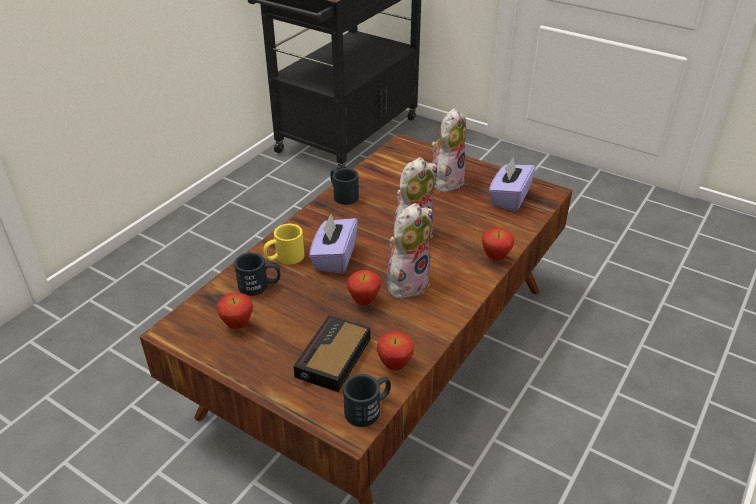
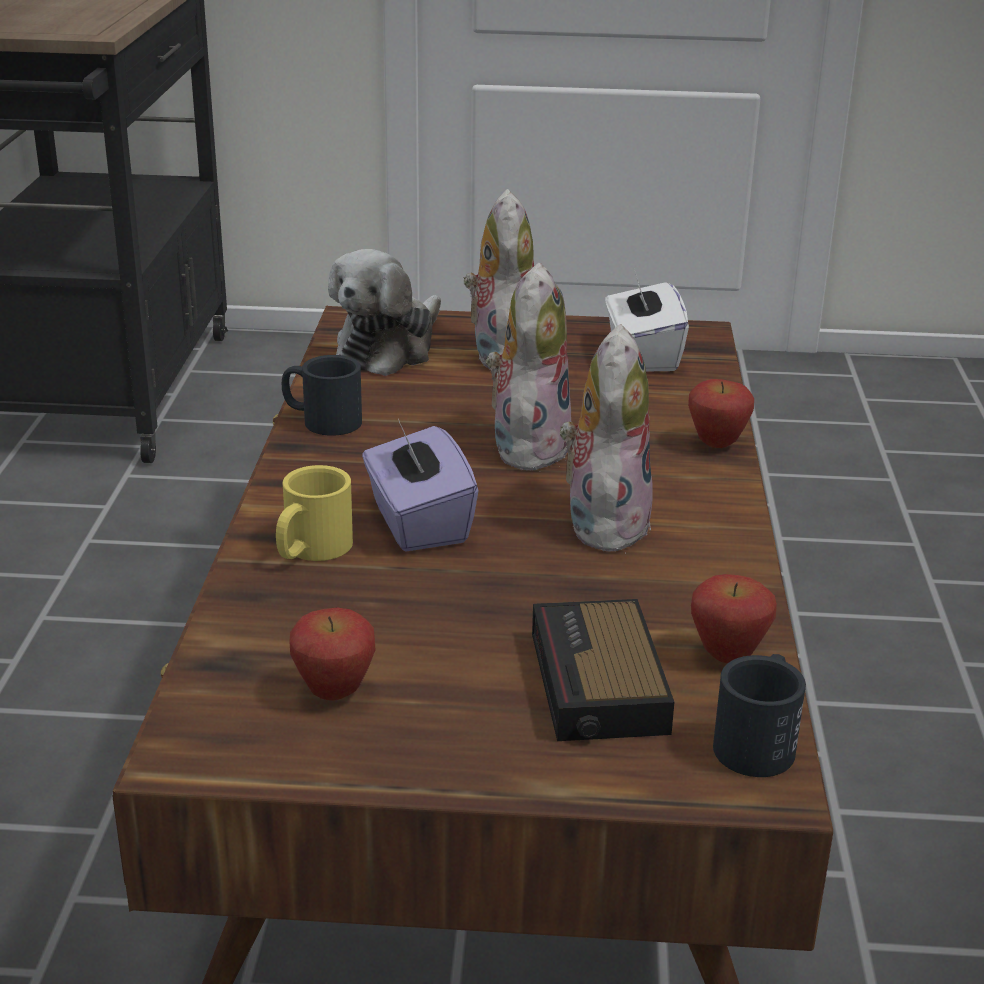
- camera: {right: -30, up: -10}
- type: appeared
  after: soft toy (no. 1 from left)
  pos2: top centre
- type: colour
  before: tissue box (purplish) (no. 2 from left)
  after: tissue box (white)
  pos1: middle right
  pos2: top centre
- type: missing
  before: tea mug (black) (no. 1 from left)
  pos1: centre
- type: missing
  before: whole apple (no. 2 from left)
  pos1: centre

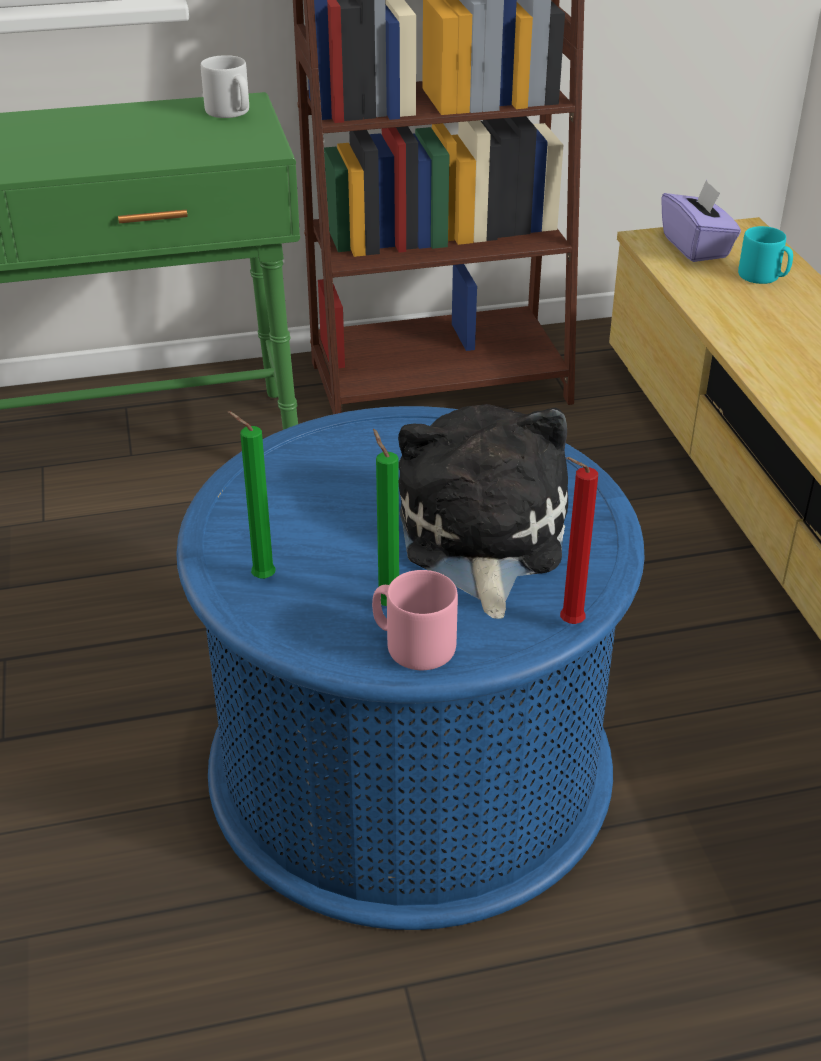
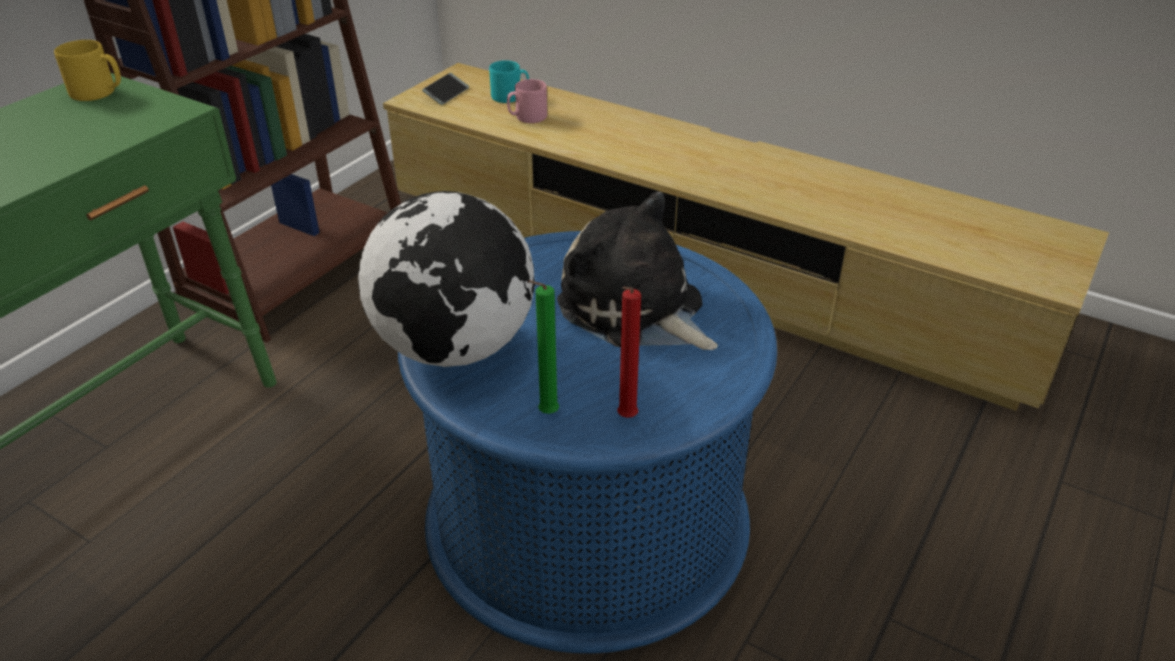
- camera: {right: -45, up: 0}
- type: colour
  before: tea mug (gray)
  after: tea mug (yellow-coloured)
  pos1: top left
  pos2: top left
- type: appeared
  after: world globe
  pos2: centre
- type: exchanged
  before: tissue box (purplish)
  after: phone
  pos1: top right
  pos2: top centre
- type: relocated
  before: tea mug (pink)
  pos1: centre
  pos2: top centre
- type: relocated
  before: wax candle (red)
  pos1: middle right
  pos2: centre
- type: missing
  before: wax candle (green) (no. 2 from left)
  pos1: centre

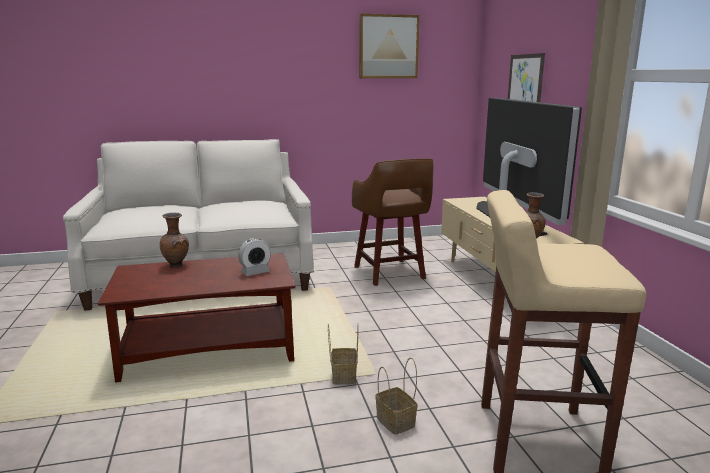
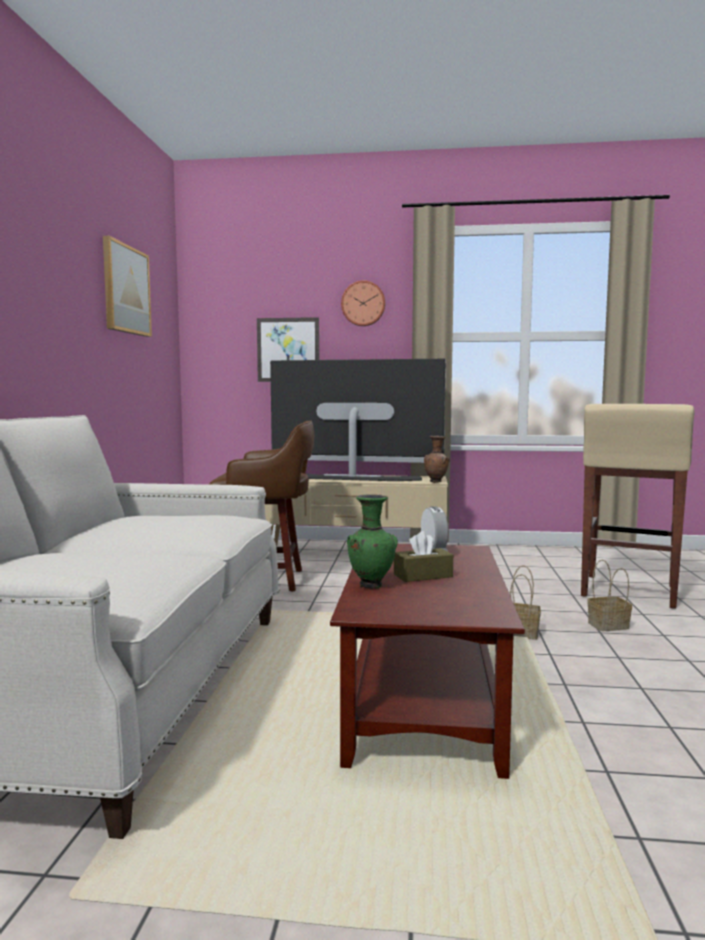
- camera: {right: -70, up: -10}
- type: appeared
  after: wall clock
  pos2: top centre
- type: colour
  before: flower vase (brown) (no. 1 from left)
  after: flower vase (green)
  pos1: middle left
  pos2: centre
- type: appeared
  after: tissue box (brown)
  pos2: centre

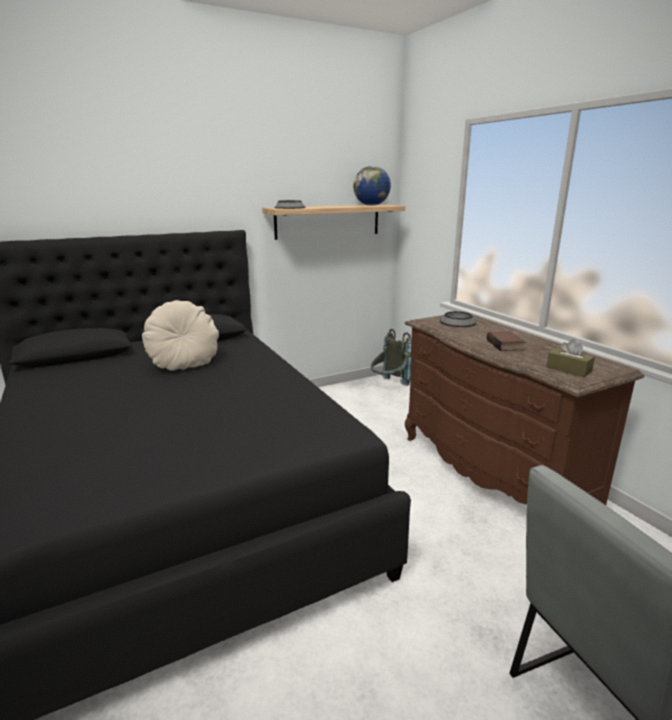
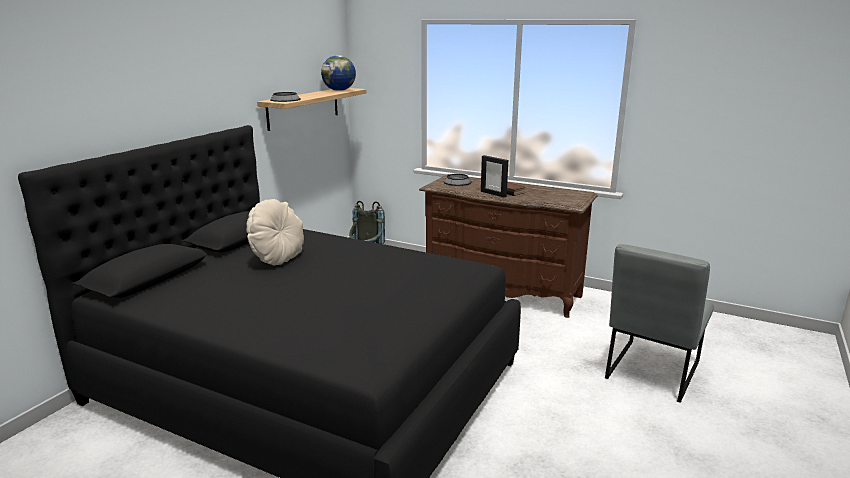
- camera: {right: -35, up: 0}
- type: appeared
  after: standing frame
  pos2: centre
- type: missing
  before: tissue box (brown)
  pos1: middle right

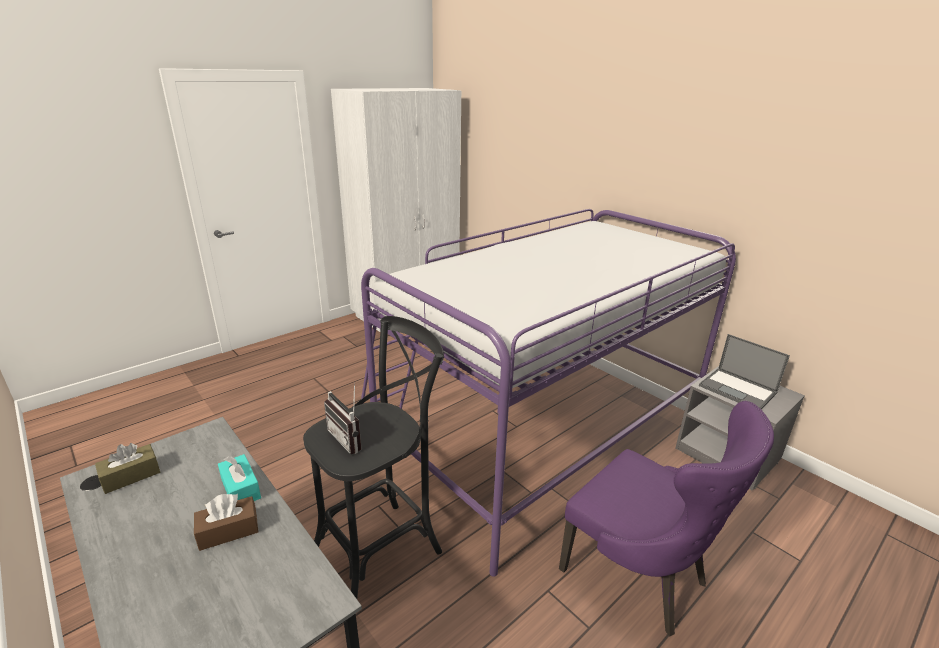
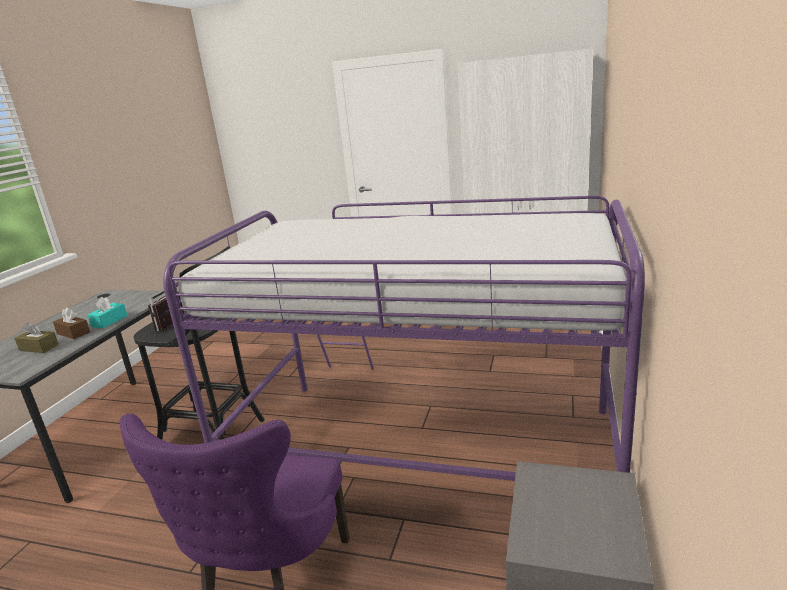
- camera: {right: 60, up: -5}
- type: relocated
  before: tissue box (brown) (no. 1 from left)
  pos1: bottom left
  pos2: middle left
- type: missing
  before: portable computer
  pos1: middle right

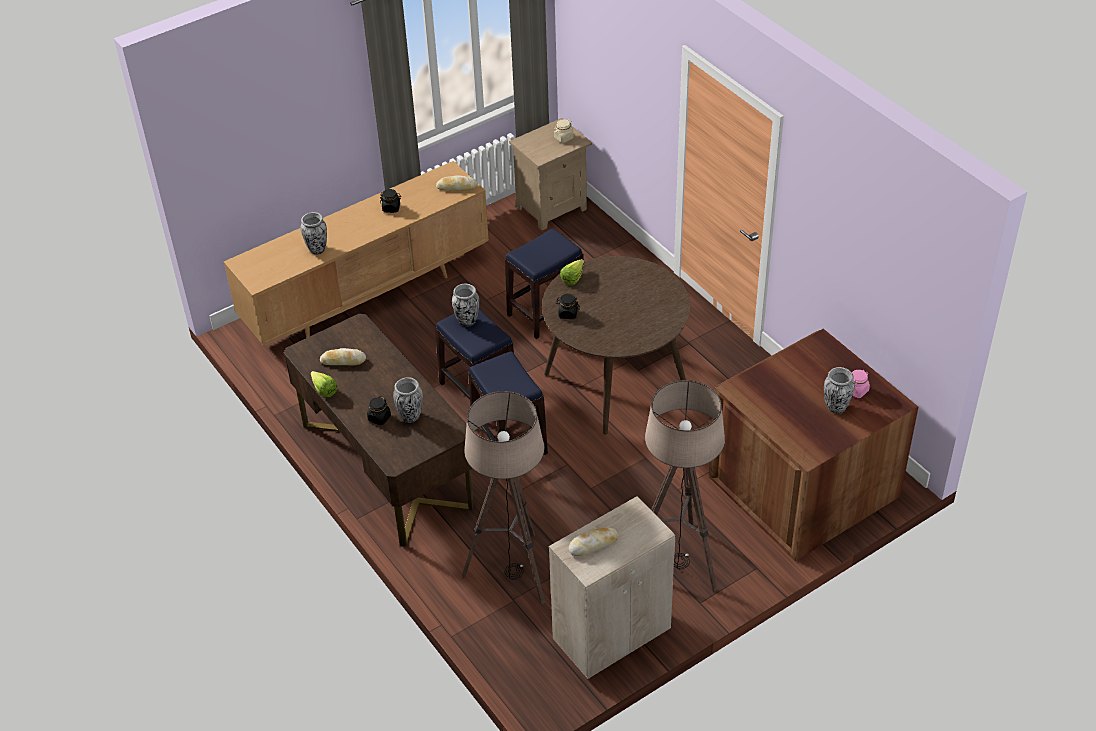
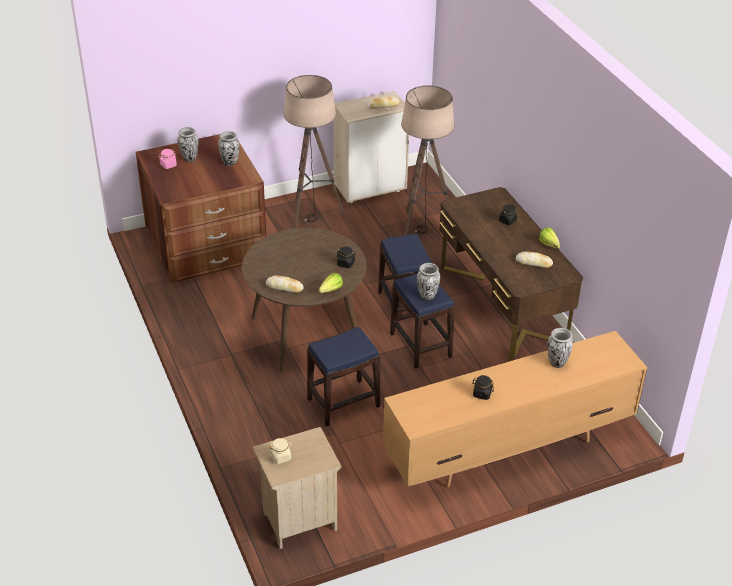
- camera: {right: -170, up: -5}
- type: relocated
  before: flower vase (no. 2 from left)
  pos1: centre
  pos2: top left
- type: relocated
  before: bakery bread (no. 2 from left in the first image)
  after: bakery bread (no. 1 from left)
  pos1: top centre
  pos2: centre

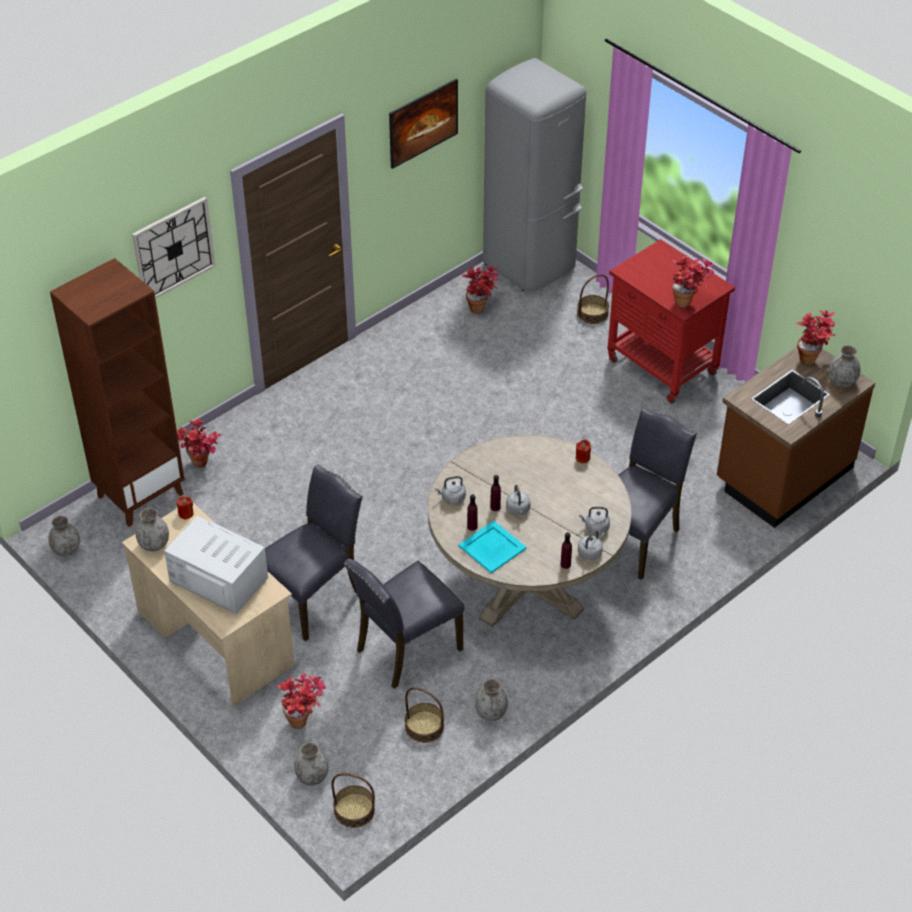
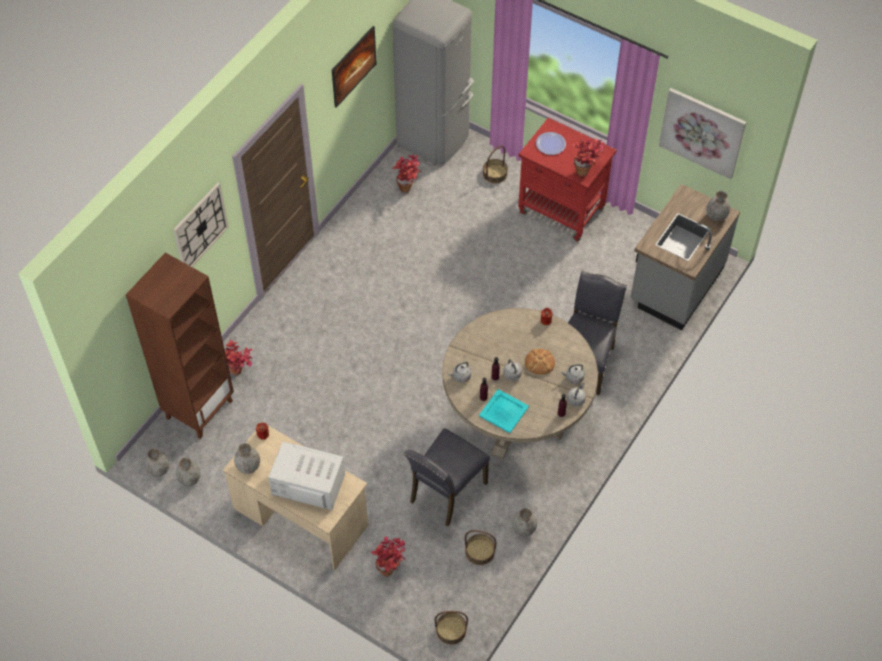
- camera: {right: -15, up: 10}
- type: relocated
  before: flower vase (gray) (no. 3 from left in the first image)
  after: flower vase (gray) (no. 2 from left)
  pos1: bottom centre
  pos2: bottom left
- type: appeared
  after: bakery bread
  pos2: centre
- type: appeared
  after: plate
  pos2: top centre
- type: colour
  before: kitchen base unit (brown)
  after: kitchen base unit (gray)
  pos1: middle right
  pos2: middle right
- type: appeared
  after: picture (no. 2 from left)
  pos2: top right
- type: missing
  before: plain chair (gray) (no. 1 from left)
  pos1: centre
- type: missing
  before: plant in a pot (no. 5 from left)
  pos1: middle right

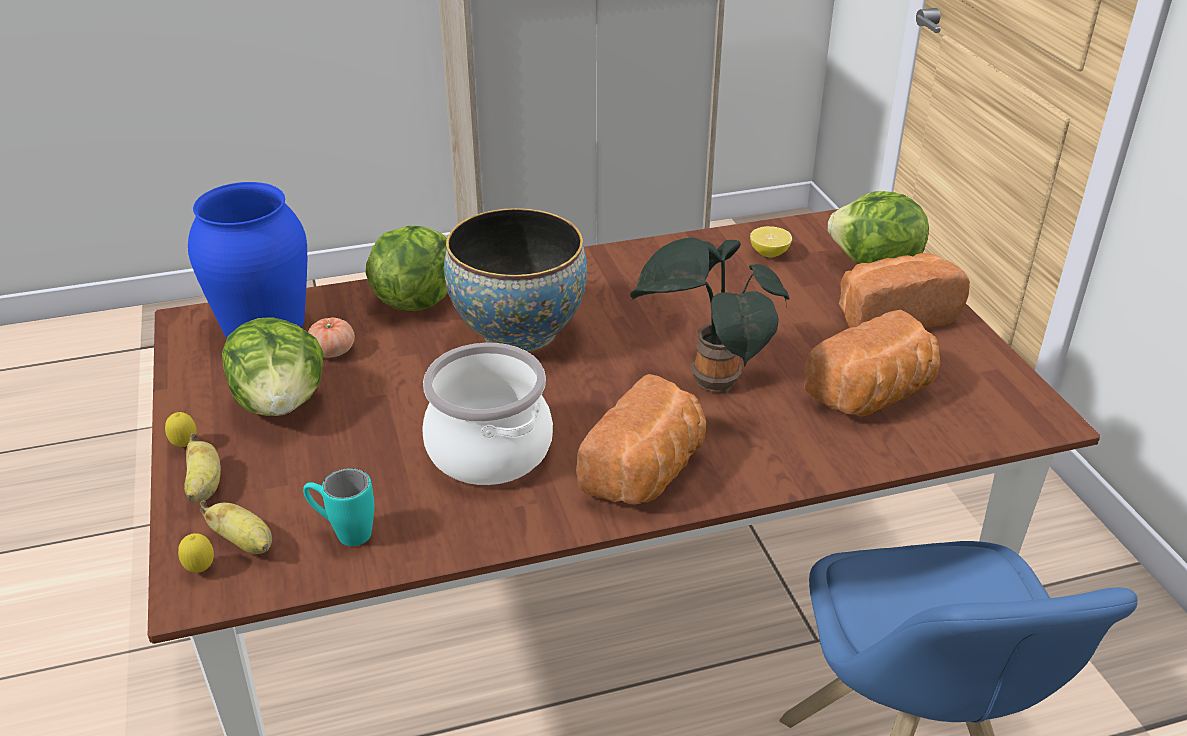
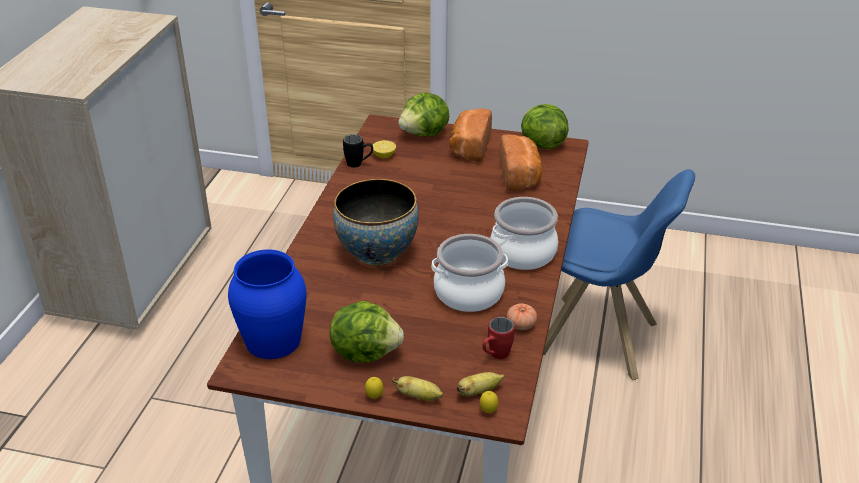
- camera: {right: -60, up: 0}
- type: appeared
  after: tea mug (black)
  pos2: top centre
- type: colour
  before: tea mug (turquoise)
  after: tea mug (red)
  pos1: bottom left
  pos2: bottom centre
- type: exchanged
  before: bakery bread (no. 1 from left)
  after: stockpot (no. 2 from left)
  pos1: centre
  pos2: centre
- type: relocated
  before: whole tomato
  pos1: middle left
  pos2: centre
- type: relocated
  before: lettuce (no. 2 from left in the first image)
  after: lettuce (no. 3 from left)
  pos1: centre
  pos2: top centre
- type: missing
  before: plant in a pot
  pos1: centre

